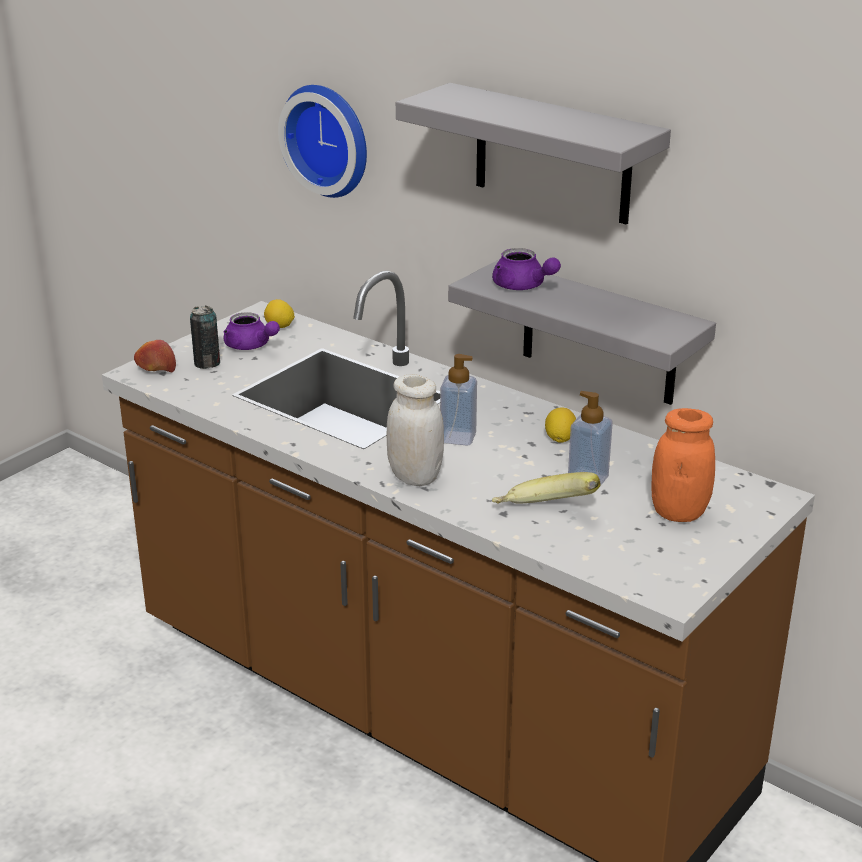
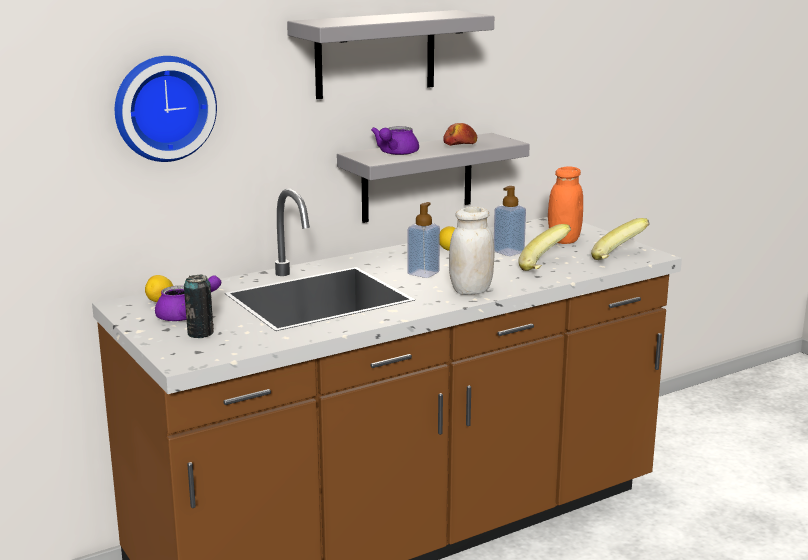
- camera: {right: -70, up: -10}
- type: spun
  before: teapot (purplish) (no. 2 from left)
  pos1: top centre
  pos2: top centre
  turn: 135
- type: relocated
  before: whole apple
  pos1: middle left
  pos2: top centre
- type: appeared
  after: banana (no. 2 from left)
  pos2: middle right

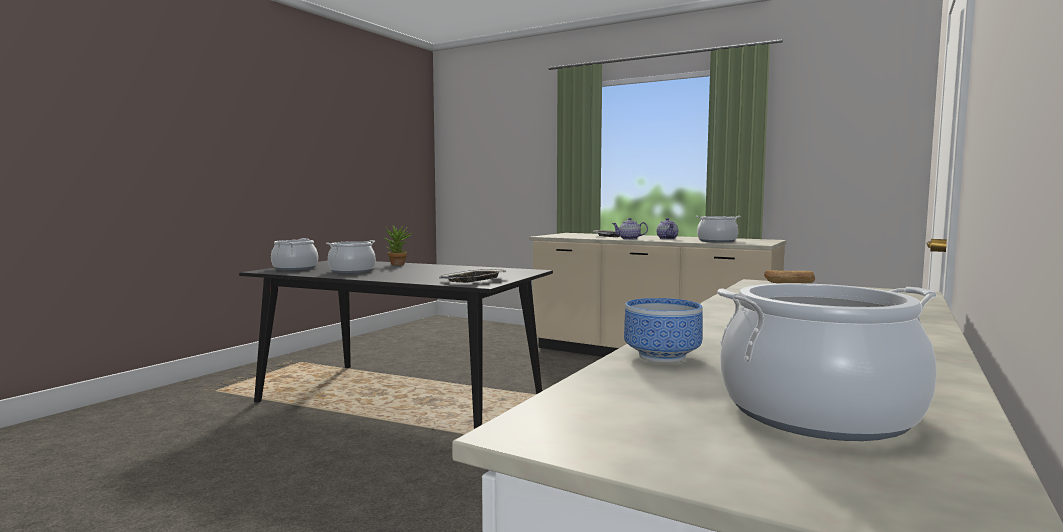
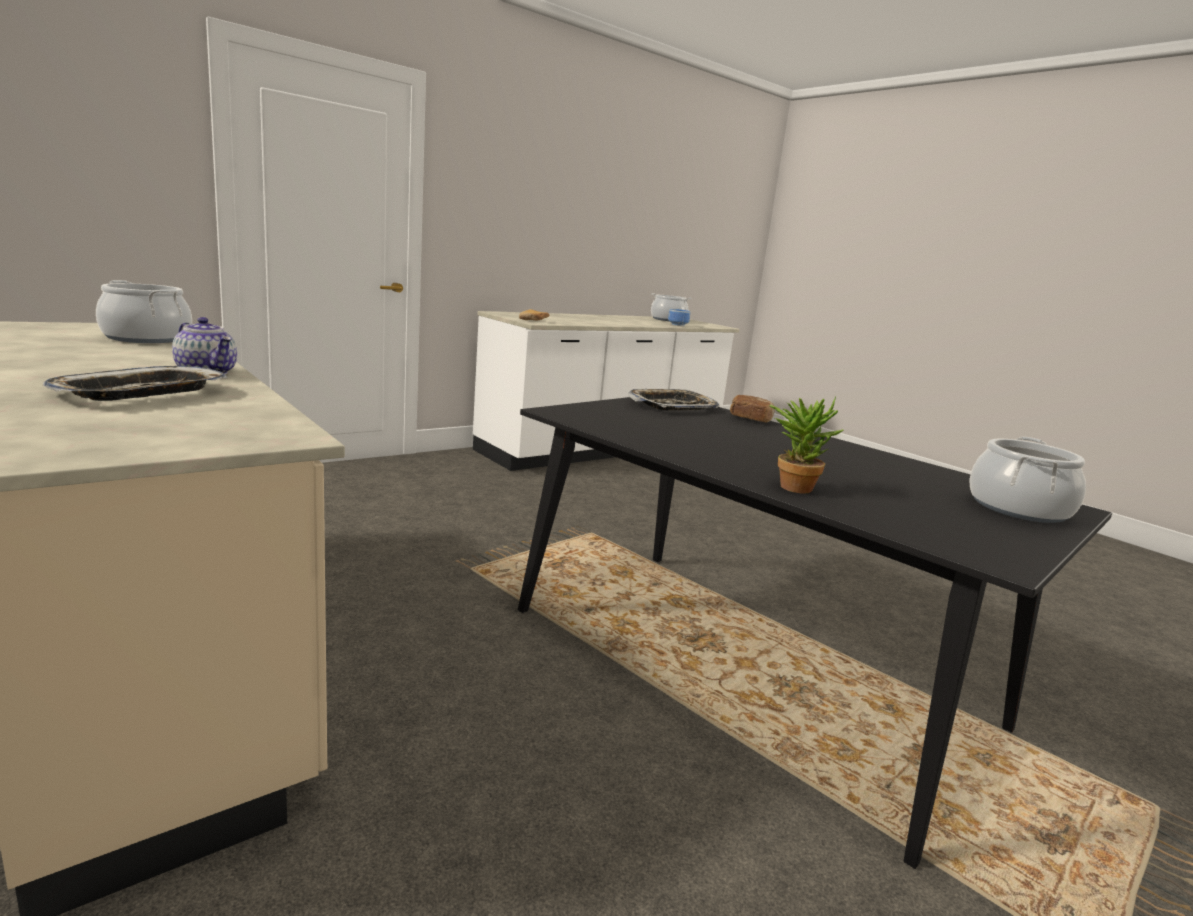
- camera: {right: -160, up: 10}
- type: appeared
  after: bakery bread (no. 2 from left)
  pos2: centre
- type: missing
  before: stockpot (no. 2 from left)
  pos1: middle left
- type: missing
  before: teapot (no. 2 from left)
  pos1: centre

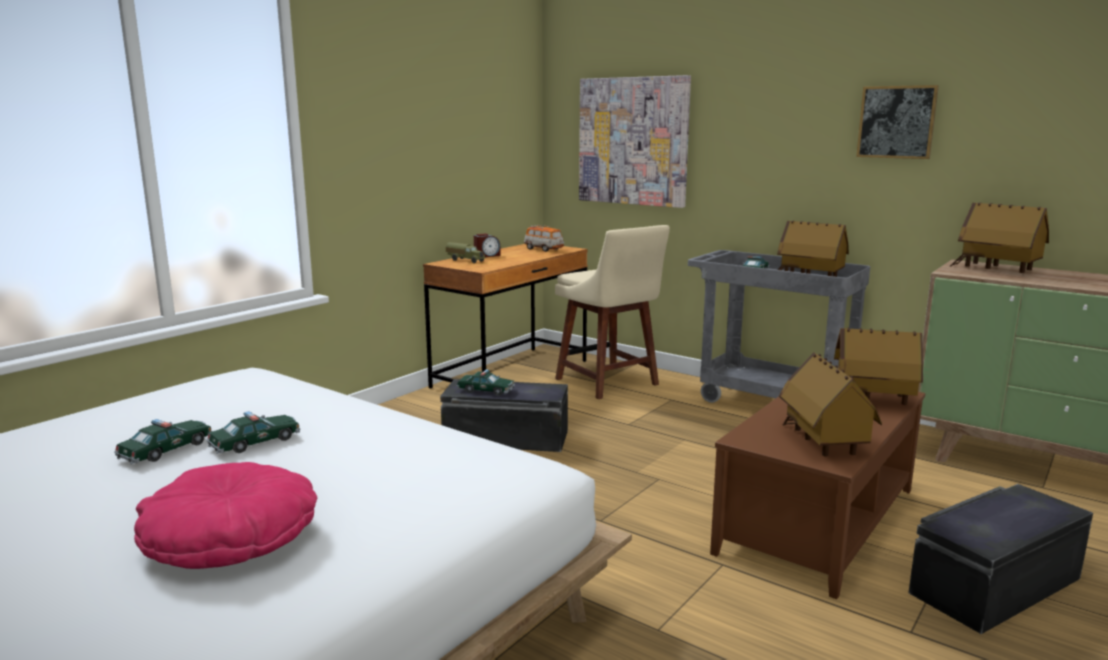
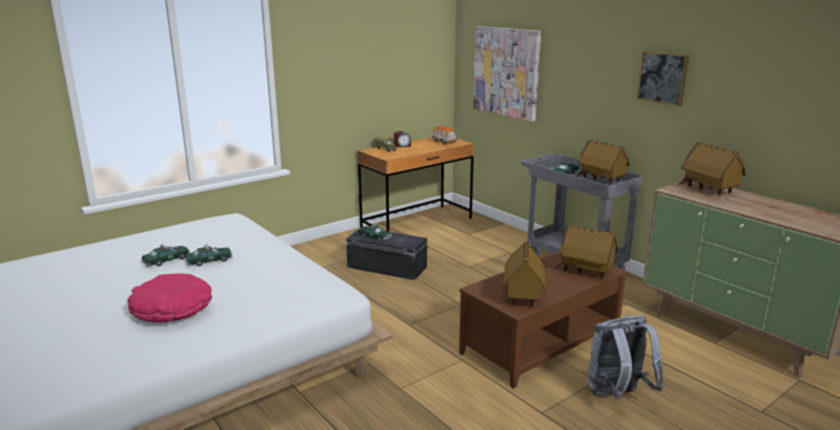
- camera: {right: 15, up: 5}
- type: exchanged
  before: storage box (black) (no. 2 from left)
  after: backpack (gray)
  pos1: bottom right
  pos2: bottom right
- type: missing
  before: stool seat (beige)
  pos1: centre

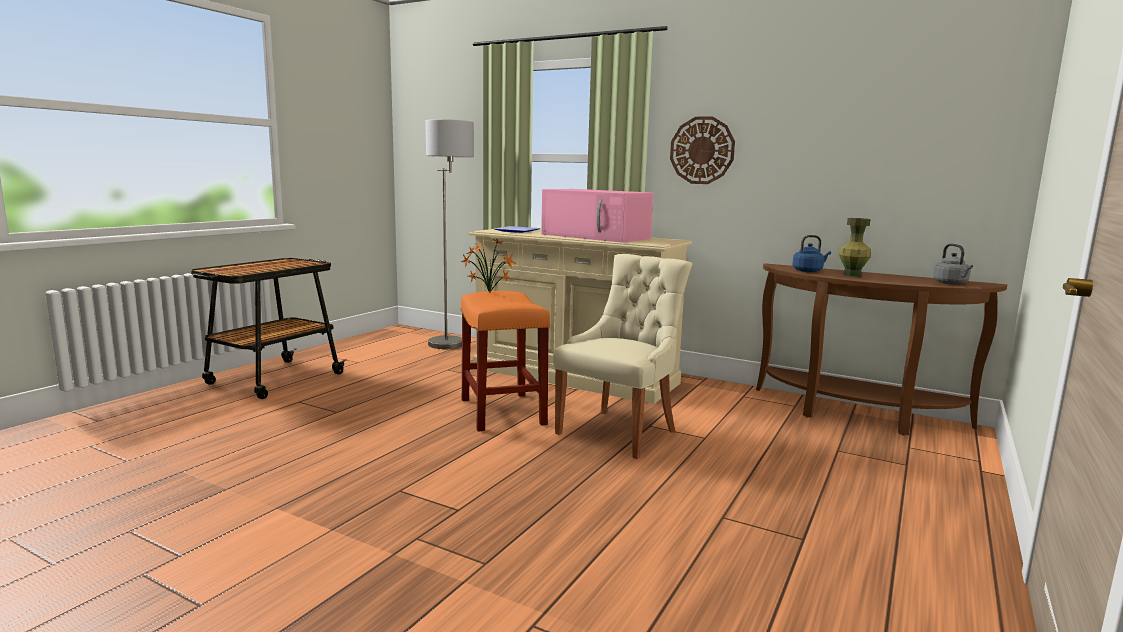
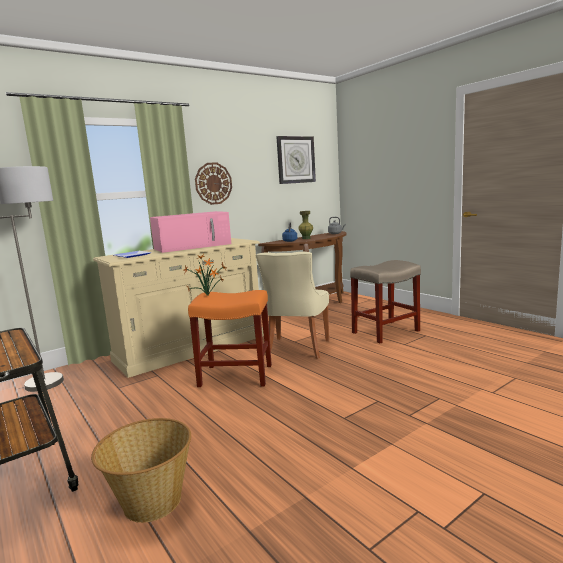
- camera: {right: -65, up: 0}
- type: appeared
  after: storage basket
  pos2: bottom left
- type: spun
  before: plain chair (beige)
  pos1: centre
  pos2: centre
  turn: -135
- type: appeared
  after: wall clock (no. 2 from left)
  pos2: top centre
- type: appeared
  after: stool seat (beige)
  pos2: middle right

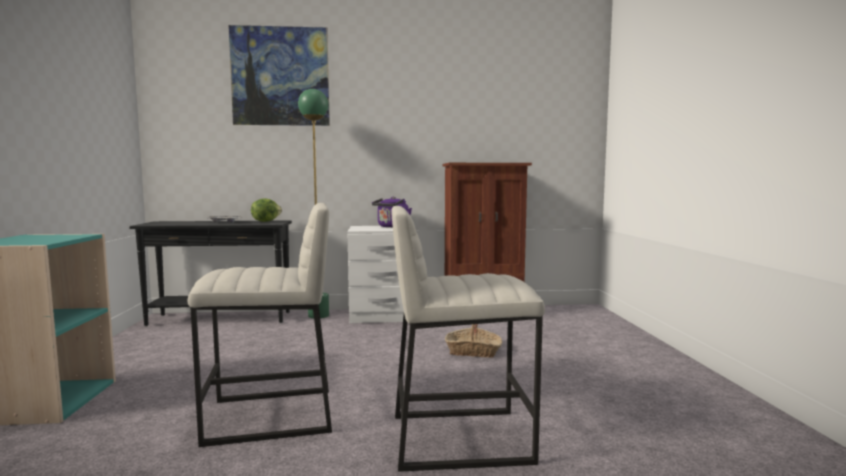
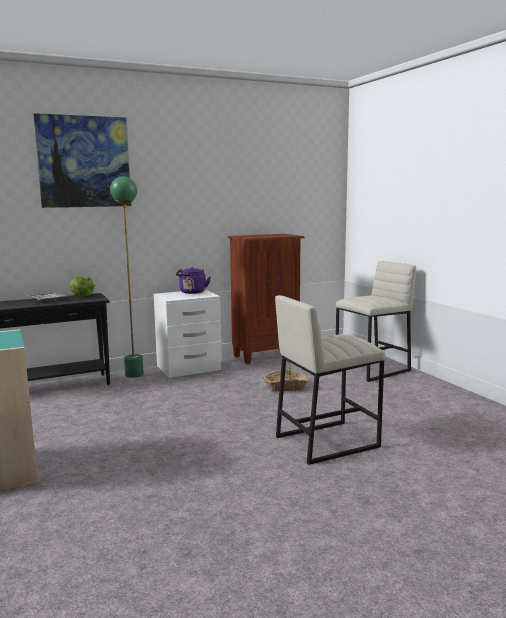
- camera: {right: -20, up: 5}
- type: relocated
  before: stool seat (beige) (no. 1 from left in the first image)
  after: stool seat (beige) (no. 2 from left)
  pos1: bottom left
  pos2: middle right

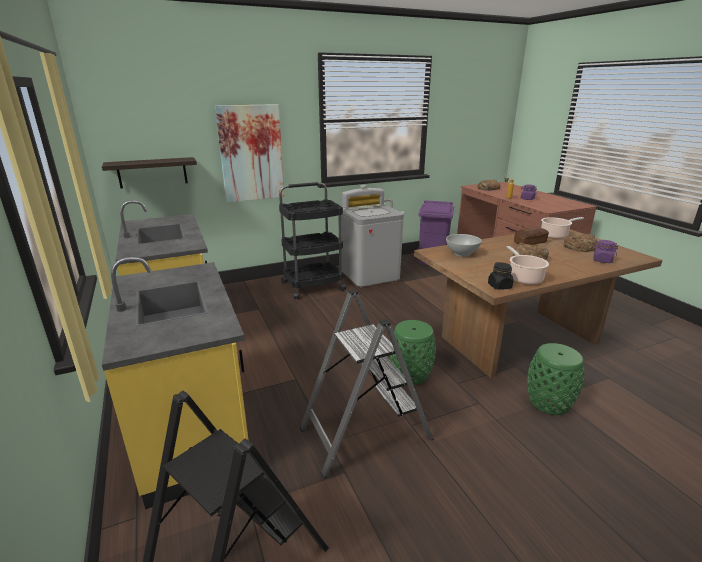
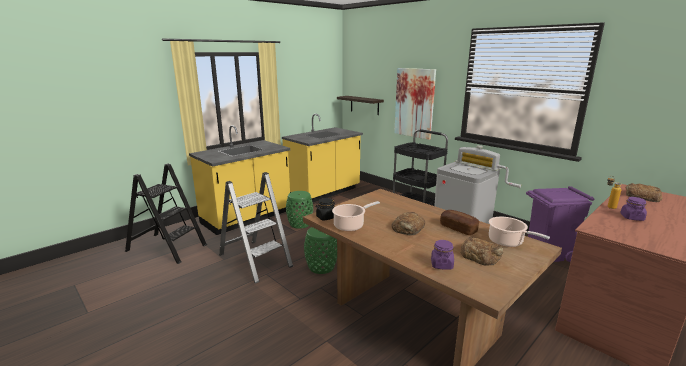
- camera: {right: 70, up: -5}
- type: relocated
  before: stool seat (green) (no. 2 from left in the first image)
  after: stool seat (green) (no. 1 from left)
  pos1: bottom right
  pos2: centre
- type: missing
  before: bowl (white)
  pos1: centre

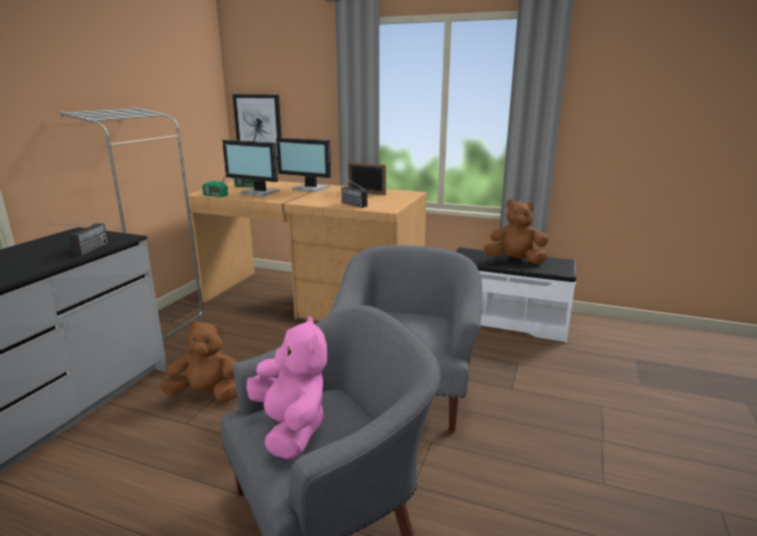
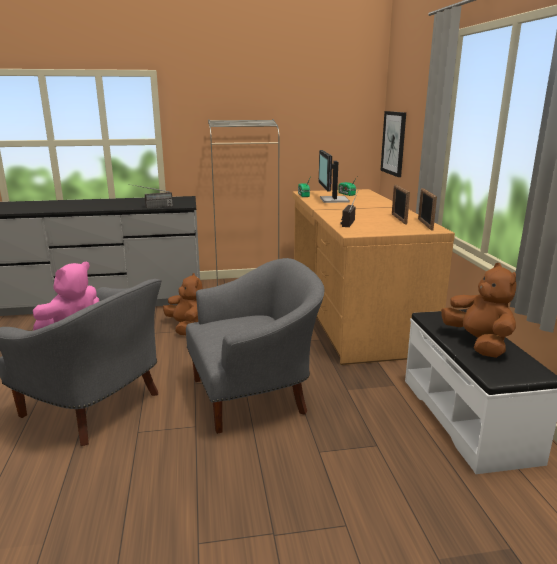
- camera: {right: 60, up: 0}
- type: appeared
  after: standing frame (no. 2 from left)
  pos2: middle right
- type: missing
  before: computer display (no. 2 from left)
  pos1: top centre

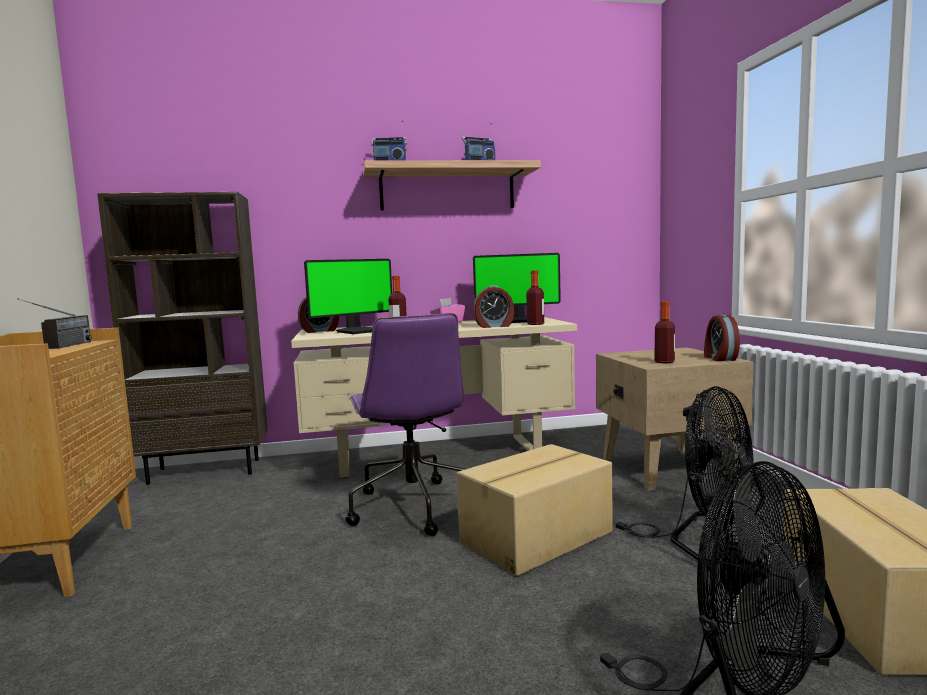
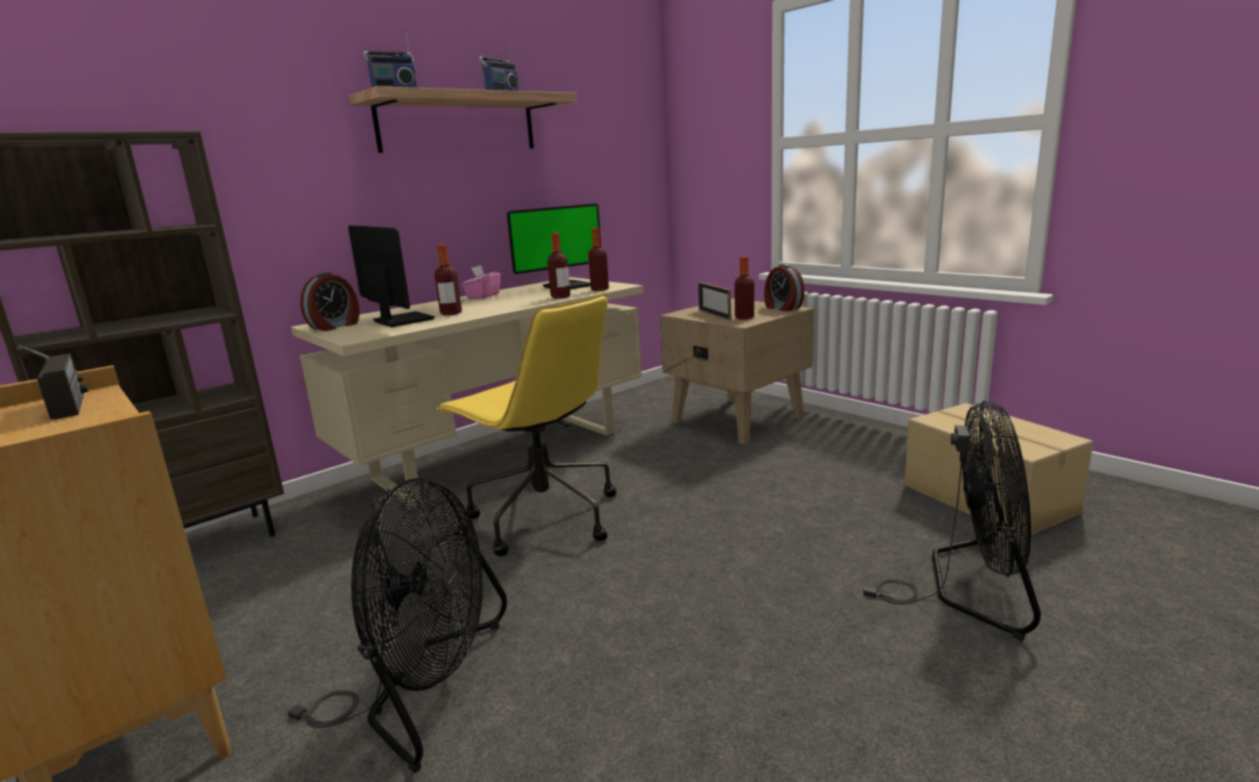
- camera: {right: -30, up: 10}
- type: relocated
  before: cooling fan (black) (no. 1 from left)
  pos1: bottom right
  pos2: bottom left
- type: spun
  before: computer display (no. 1 from left)
  pos1: centre
  pos2: middle left
  turn: -60
- type: colour
  before: office chair (purplish)
  after: office chair (yellow-coloured)
  pos1: centre
  pos2: centre
- type: exchanged
  before: alarm clock (no. 2 from left)
  after: drink bottle (no. 2 from left)
  pos1: centre
  pos2: centre
- type: appeared
  after: standing frame
  pos2: centre
- type: missing
  before: carton (no. 1 from left)
  pos1: bottom centre

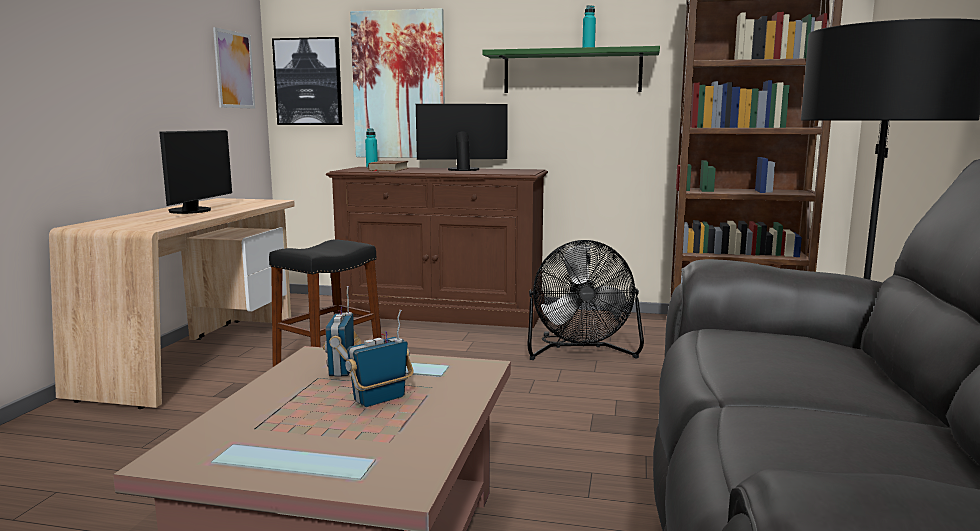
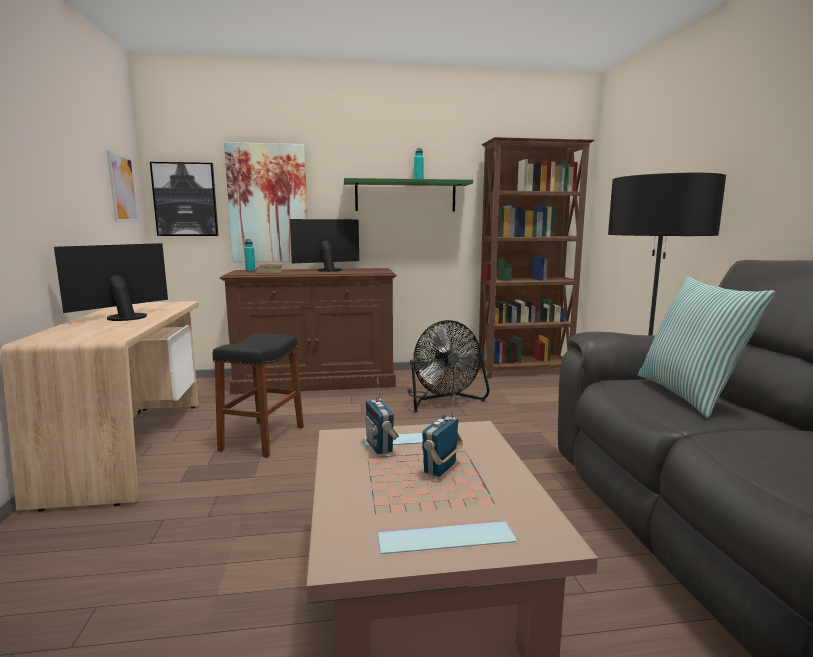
- camera: {right: -20, up: 0}
- type: spun
  before: computer display (no. 1 from left)
  pos1: top left
  pos2: middle left
  turn: -135
- type: appeared
  after: pillow
  pos2: middle right

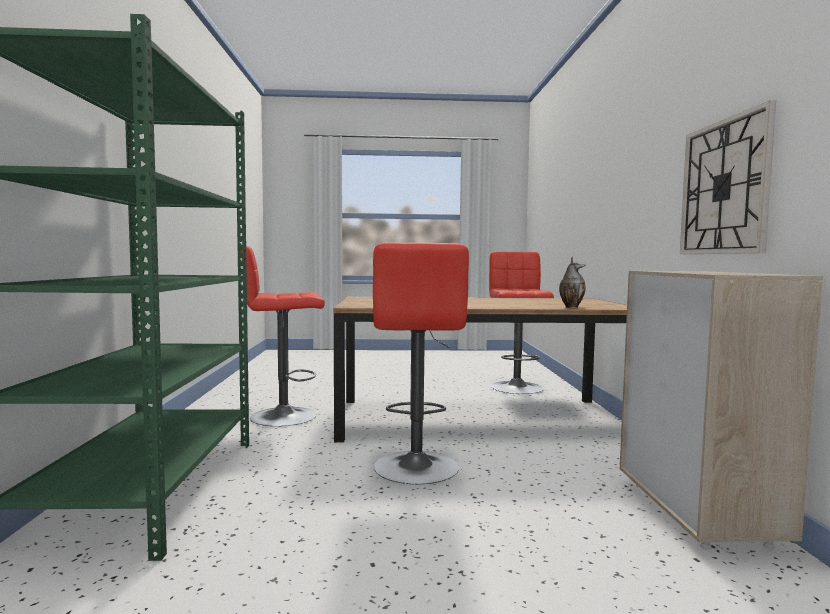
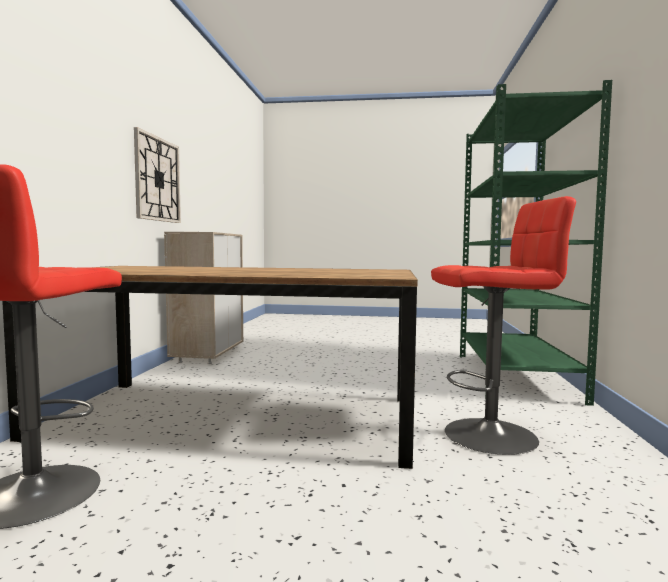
- camera: {right: -170, up: 0}
- type: missing
  before: stool seat (red) (no. 2 from left)
  pos1: centre
- type: missing
  before: flower vase
  pos1: middle right

